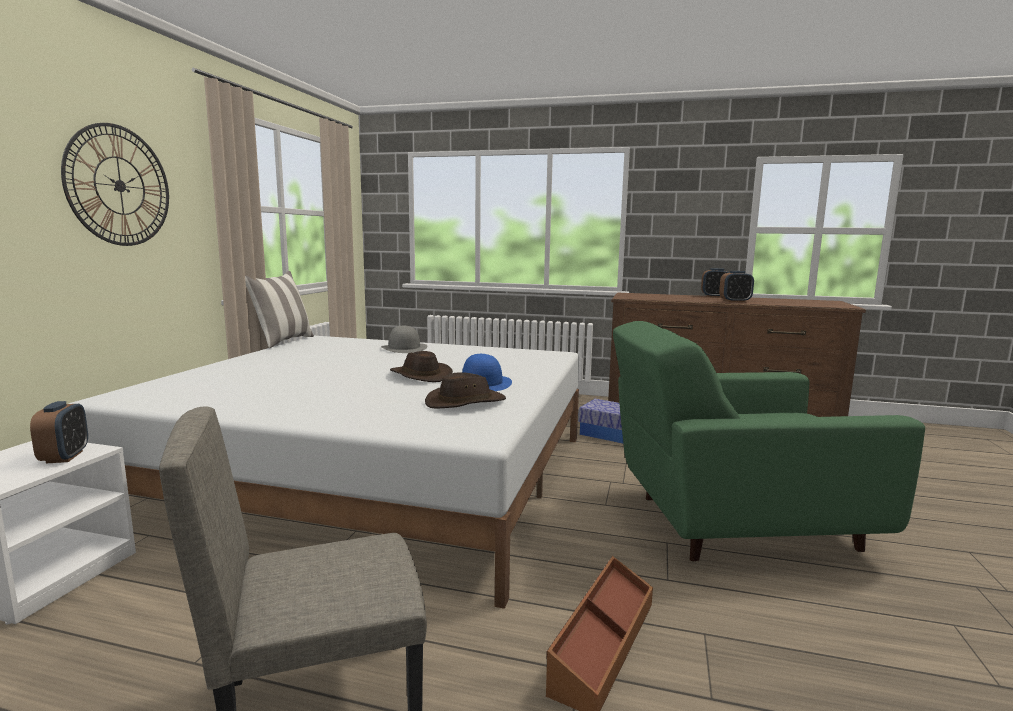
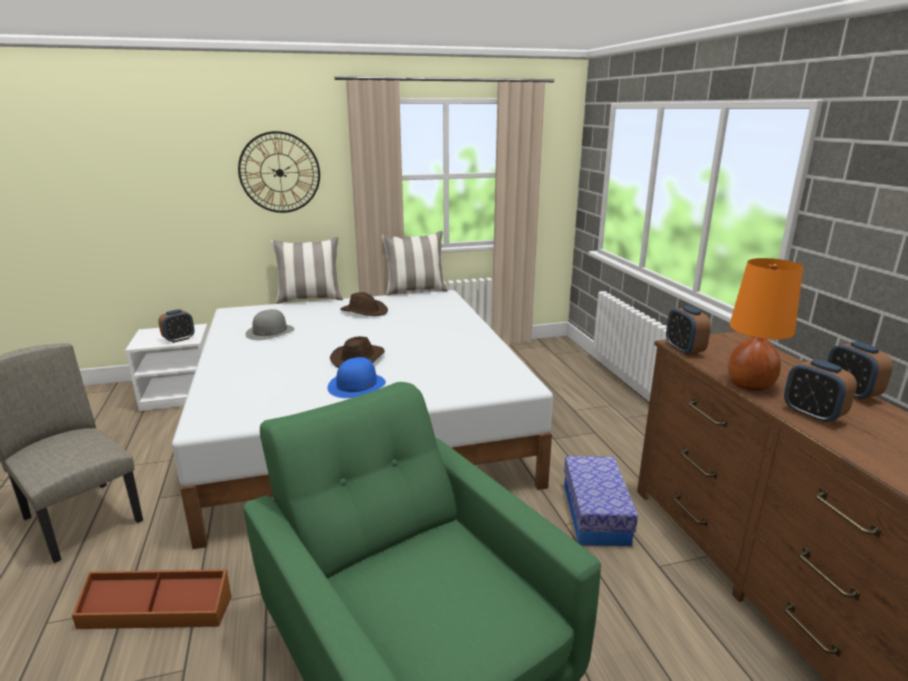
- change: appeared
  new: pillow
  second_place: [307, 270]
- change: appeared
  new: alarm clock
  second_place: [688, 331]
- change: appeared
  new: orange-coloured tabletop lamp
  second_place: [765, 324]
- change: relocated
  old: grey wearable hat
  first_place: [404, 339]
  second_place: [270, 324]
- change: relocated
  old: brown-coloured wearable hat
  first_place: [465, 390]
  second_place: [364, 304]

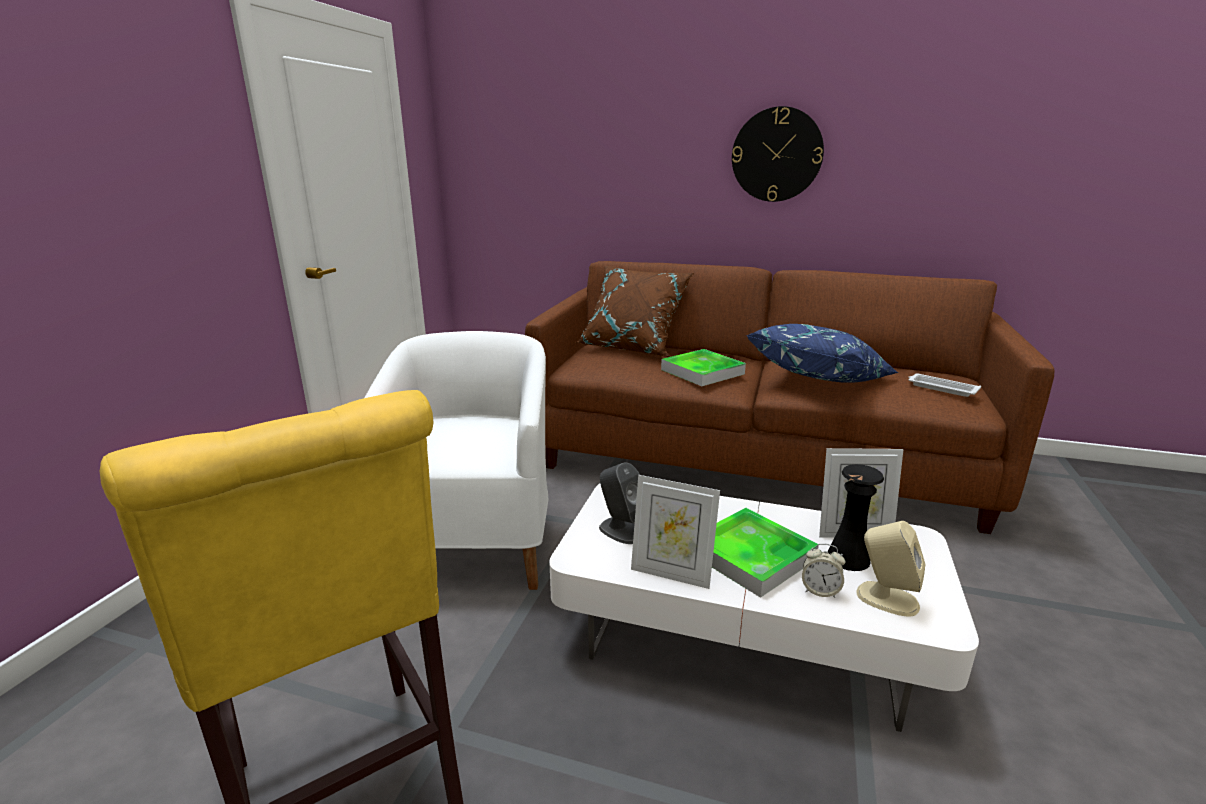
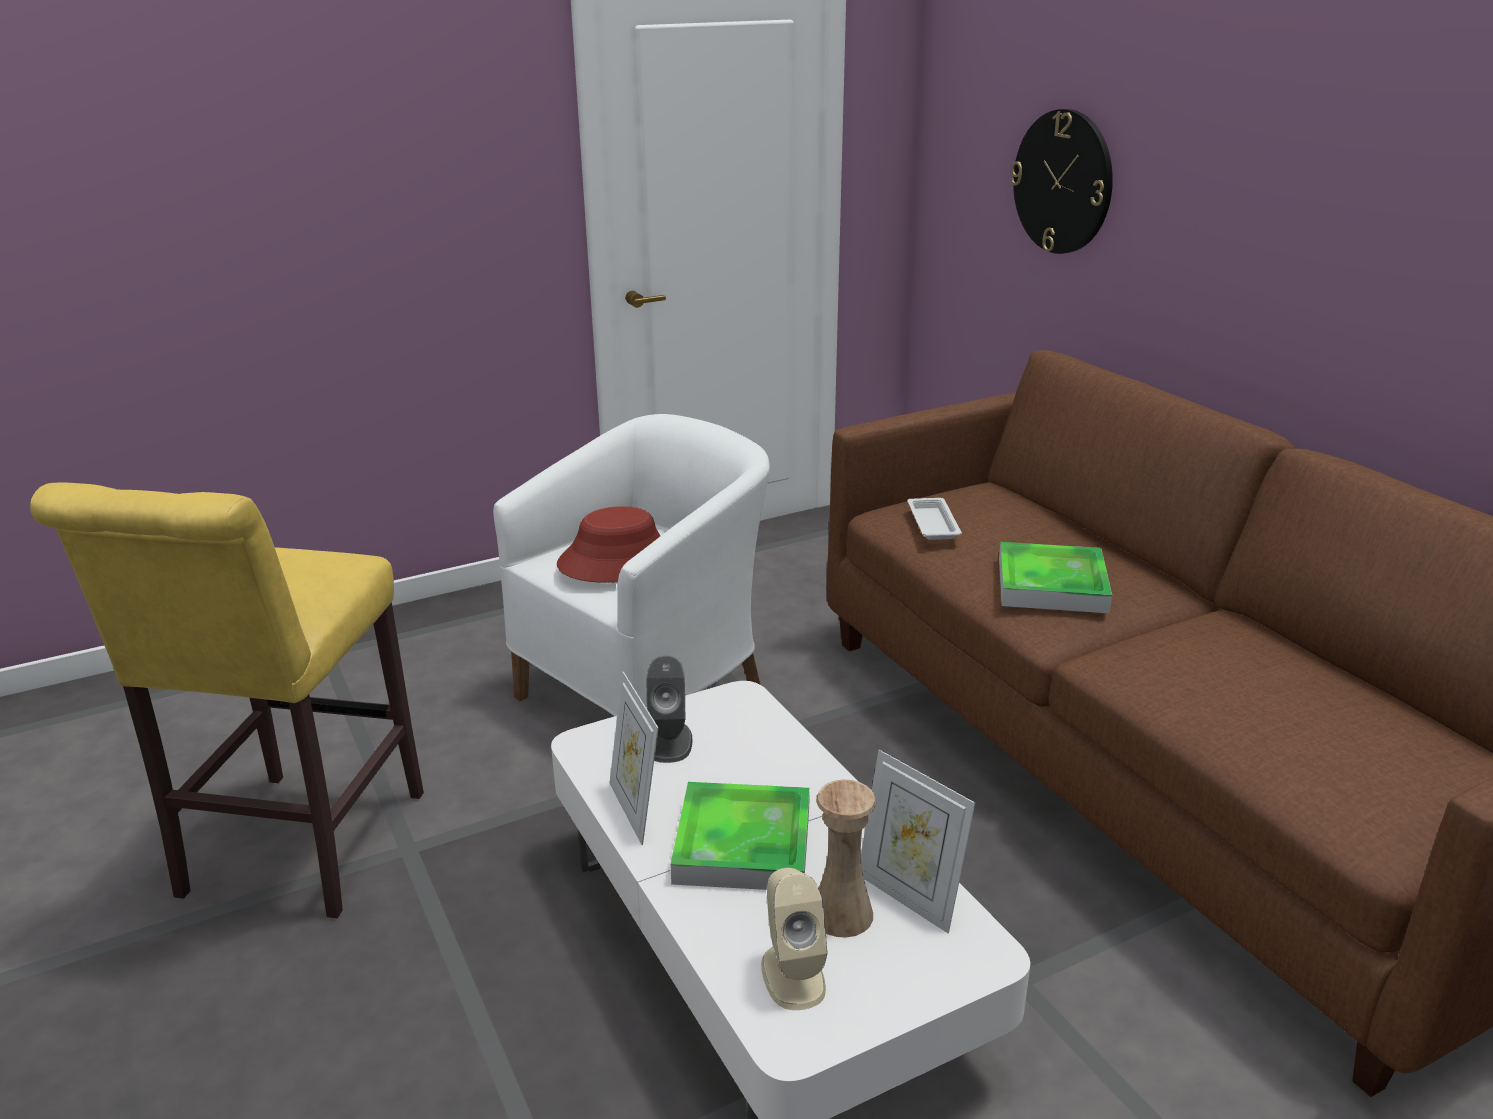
- change: missing
  old: brown-coloured pillow
  first_place: [634, 311]
- change: missing
  old: blue-coloured pillow
  first_place: [822, 353]
- change: missing
  old: alarm clock
  first_place: [824, 571]
- change: appeared
  new: red-coloured wearable hat
  second_place: [608, 544]
- change: relocated
  old: hanging clock
  first_place: [778, 154]
  second_place: [1061, 181]
- change: relocated
  old: white tray
  first_place: [944, 385]
  second_place: [934, 519]
- change: colour
  old: black-coloured flower vase
  new: beige flower vase
  first_place: [856, 517]
  second_place: [846, 859]

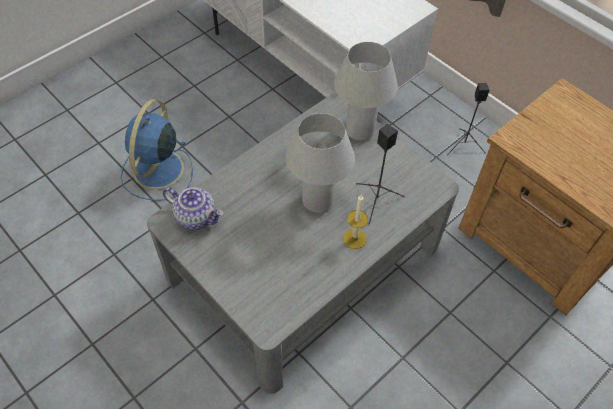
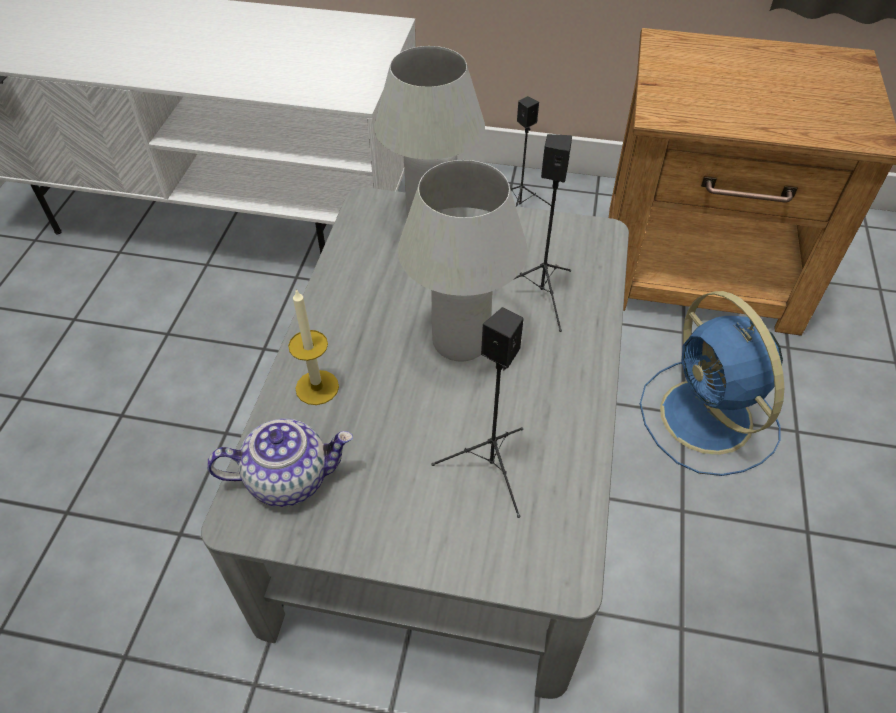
- change: appeared
  new: black-coloured audio speaker
  second_place: [477, 412]
- change: relocated
  old: blue-coloured fan
  first_place: [157, 150]
  second_place: [712, 383]
- change: relocated
  old: wax light
  first_place: [355, 222]
  second_place: [313, 347]

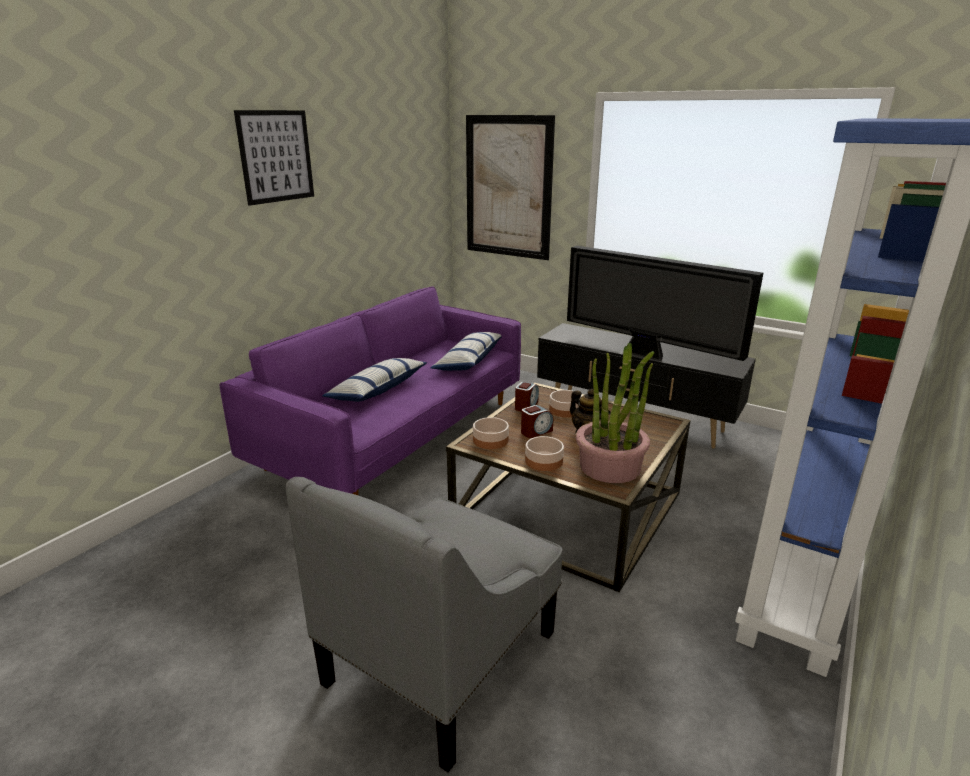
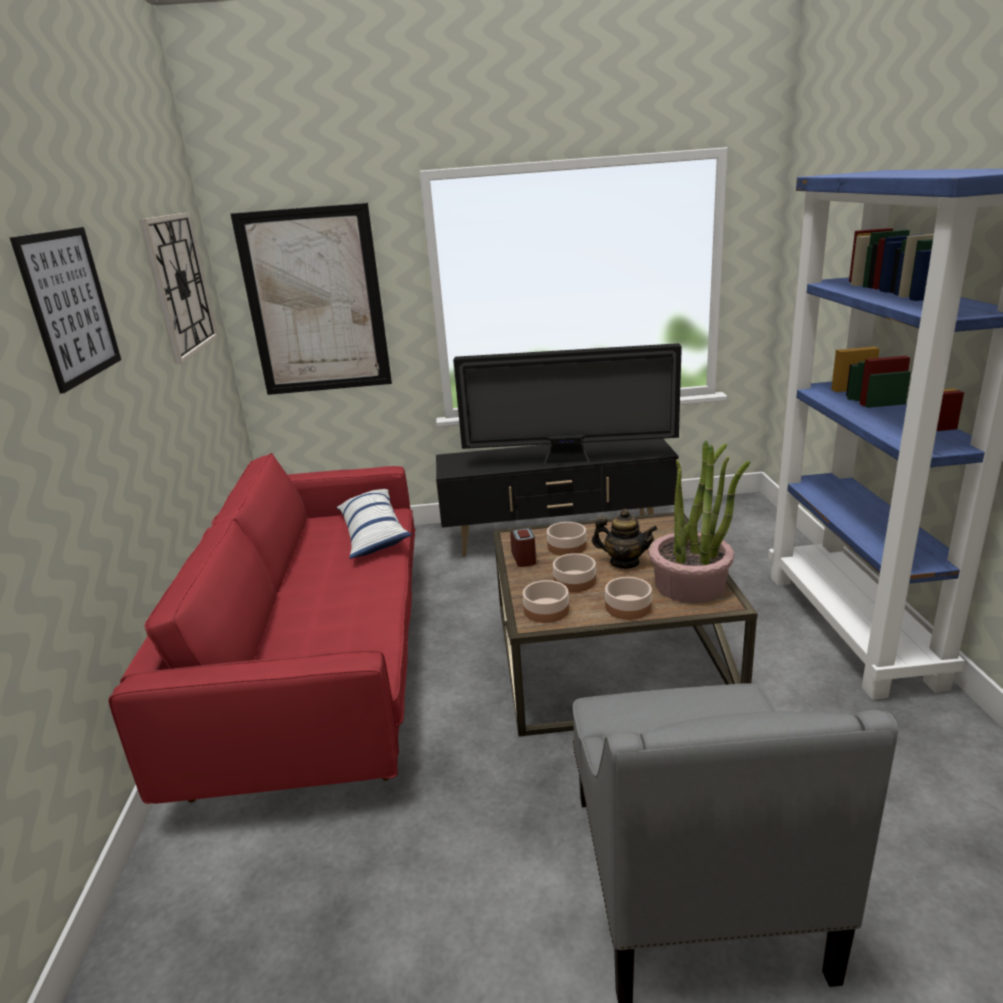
- change: missing
  old: pillow
  first_place: [374, 380]
- change: appeared
  new: hanging clock
  second_place: [178, 288]
- change: exchanged
  old: alarm clock
  new: deep dish
  first_place: [537, 421]
  second_place: [574, 572]
- change: colour
  old: purple couch
  new: red-coloured couch
  first_place: [370, 391]
  second_place: [262, 628]

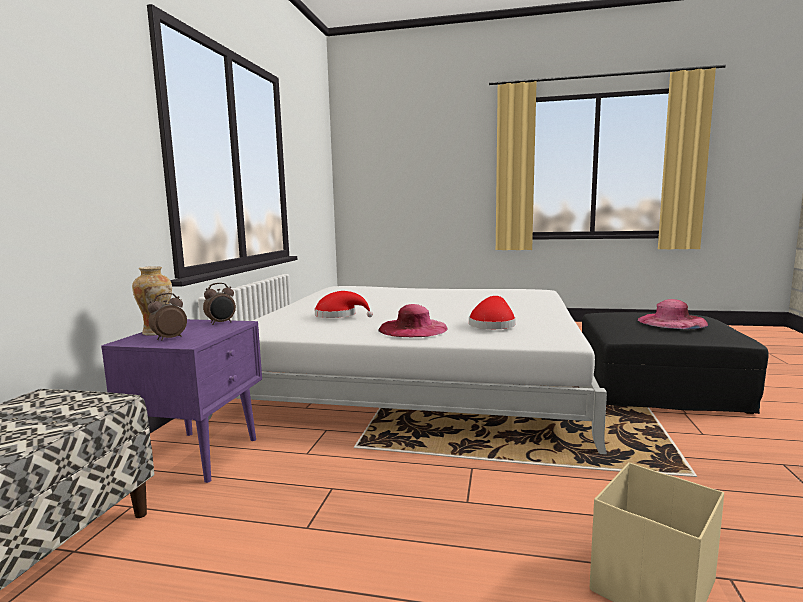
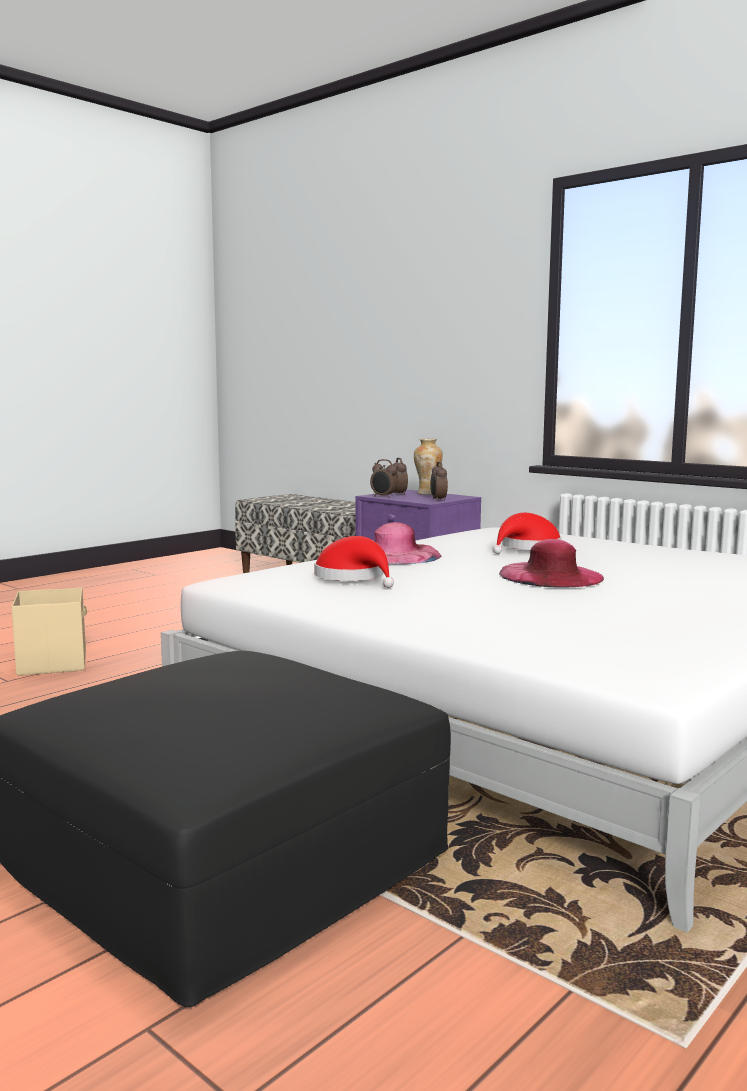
- change: appeared
  new: alarm clock
  second_place: [384, 478]
- change: relocated
  old: pink-coloured wearable hat
  first_place: [673, 314]
  second_place: [551, 563]

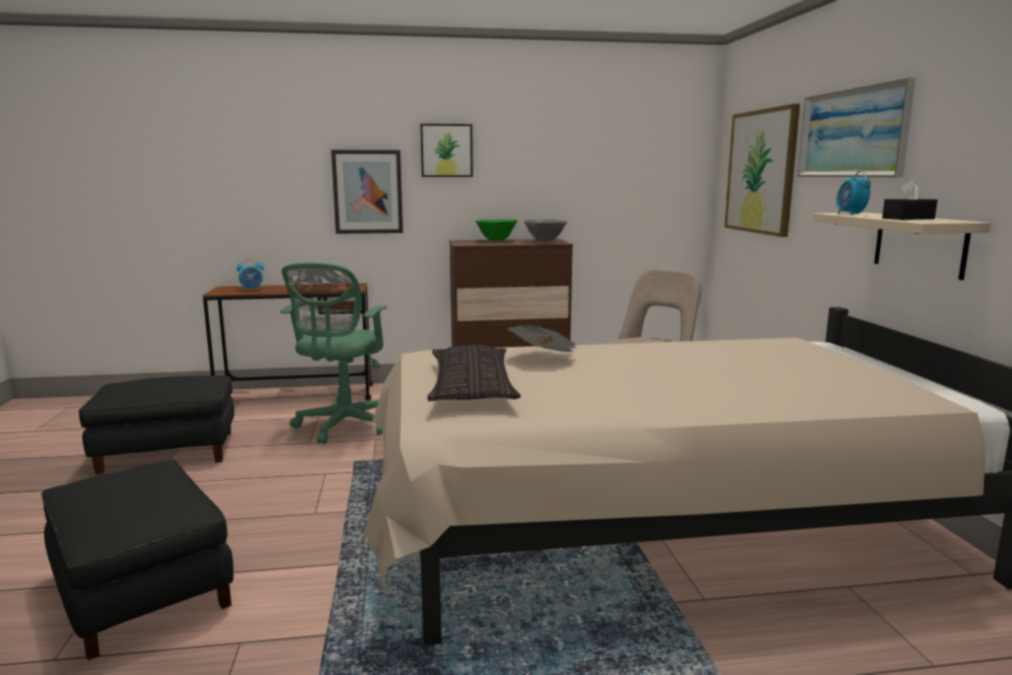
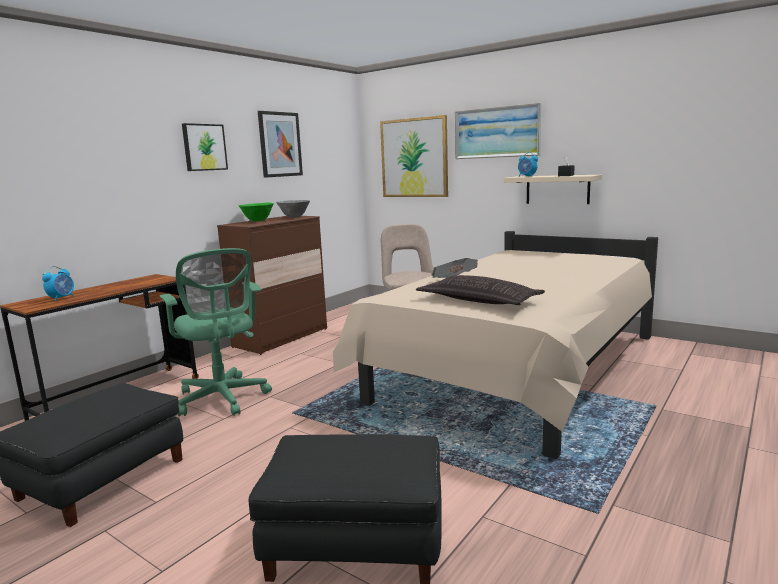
- change: relocated
  old: wall art
  first_place: [367, 192]
  second_place: [280, 144]

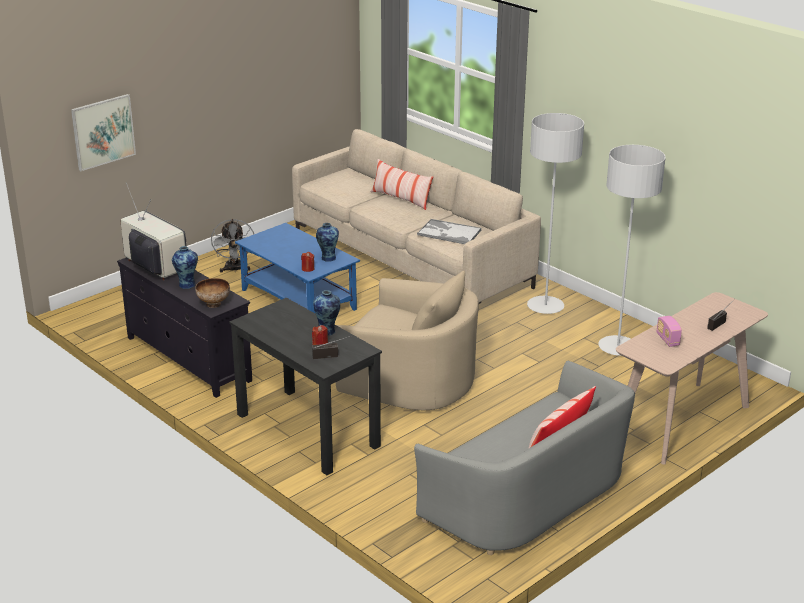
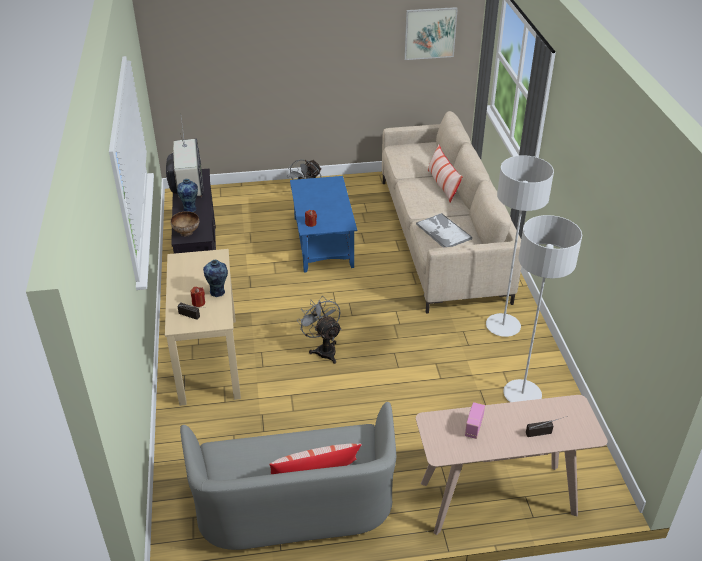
- change: missing
  old: flower vase
  first_place: [327, 242]
- change: relocated
  old: wall art
  first_place: [103, 132]
  second_place: [431, 33]
- change: exchanged
  old: beige easy chair
  new: grey fan
  first_place: [407, 340]
  second_place: [319, 330]
- change: colour
  old: black-coloured desk unit
  new: beige desk unit
  first_place: [305, 386]
  second_place: [203, 327]

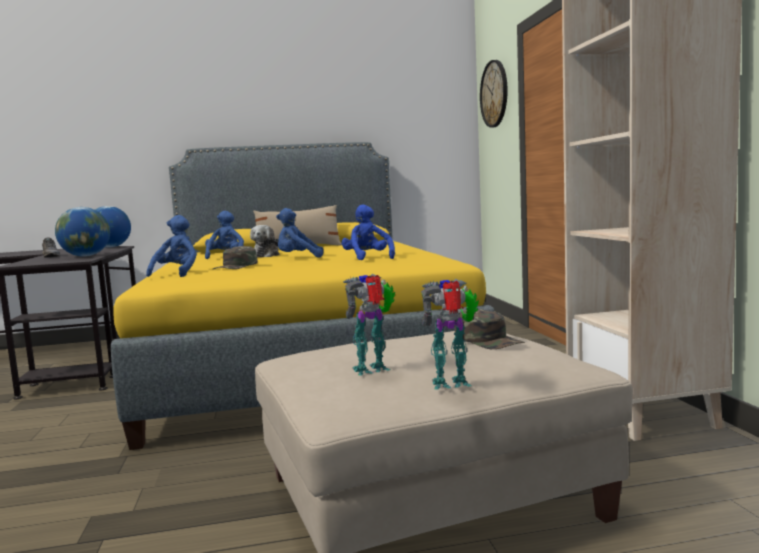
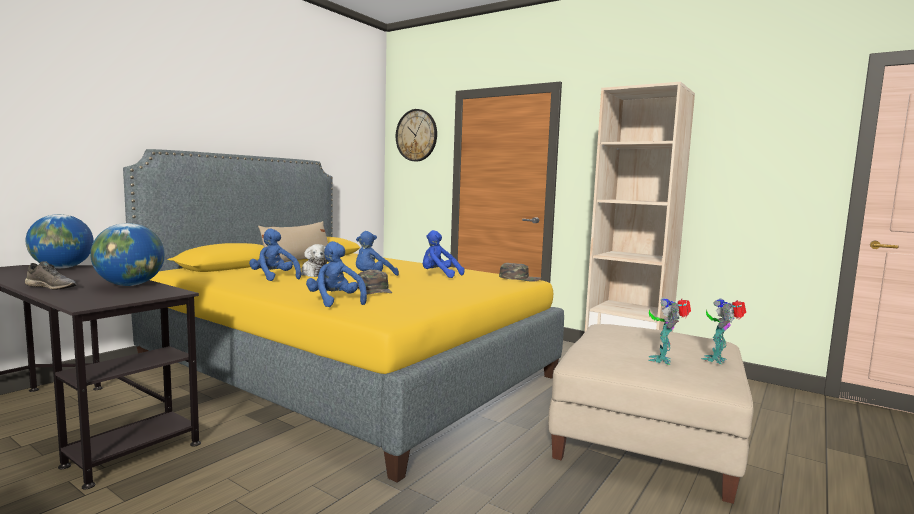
- change: relocated
  old: greenish peaked cap
  first_place: [490, 328]
  second_place: [520, 272]

